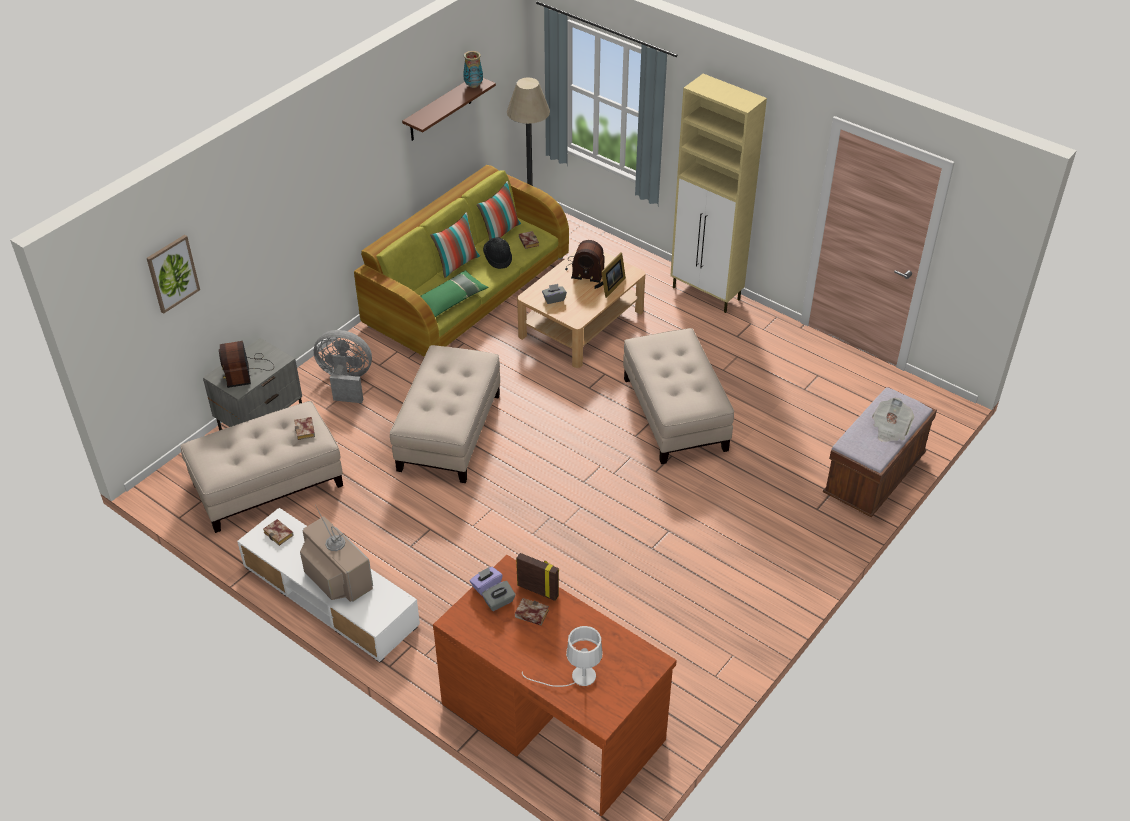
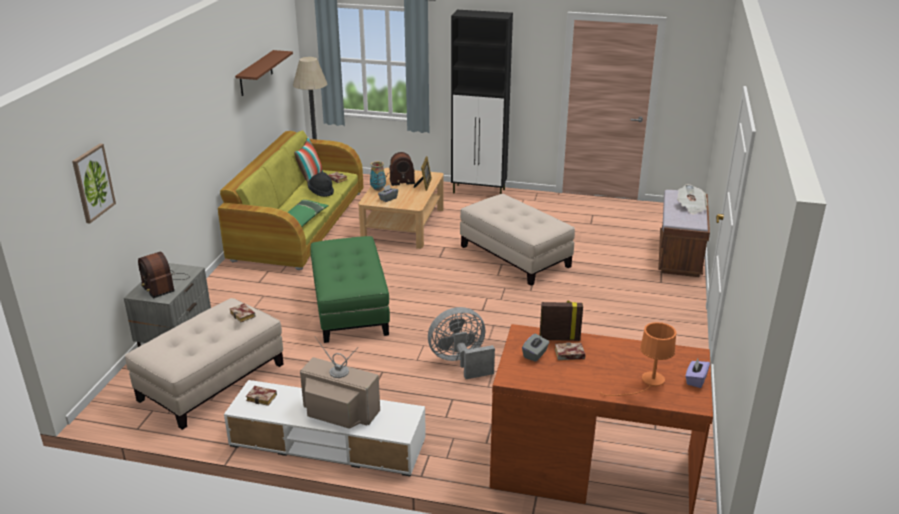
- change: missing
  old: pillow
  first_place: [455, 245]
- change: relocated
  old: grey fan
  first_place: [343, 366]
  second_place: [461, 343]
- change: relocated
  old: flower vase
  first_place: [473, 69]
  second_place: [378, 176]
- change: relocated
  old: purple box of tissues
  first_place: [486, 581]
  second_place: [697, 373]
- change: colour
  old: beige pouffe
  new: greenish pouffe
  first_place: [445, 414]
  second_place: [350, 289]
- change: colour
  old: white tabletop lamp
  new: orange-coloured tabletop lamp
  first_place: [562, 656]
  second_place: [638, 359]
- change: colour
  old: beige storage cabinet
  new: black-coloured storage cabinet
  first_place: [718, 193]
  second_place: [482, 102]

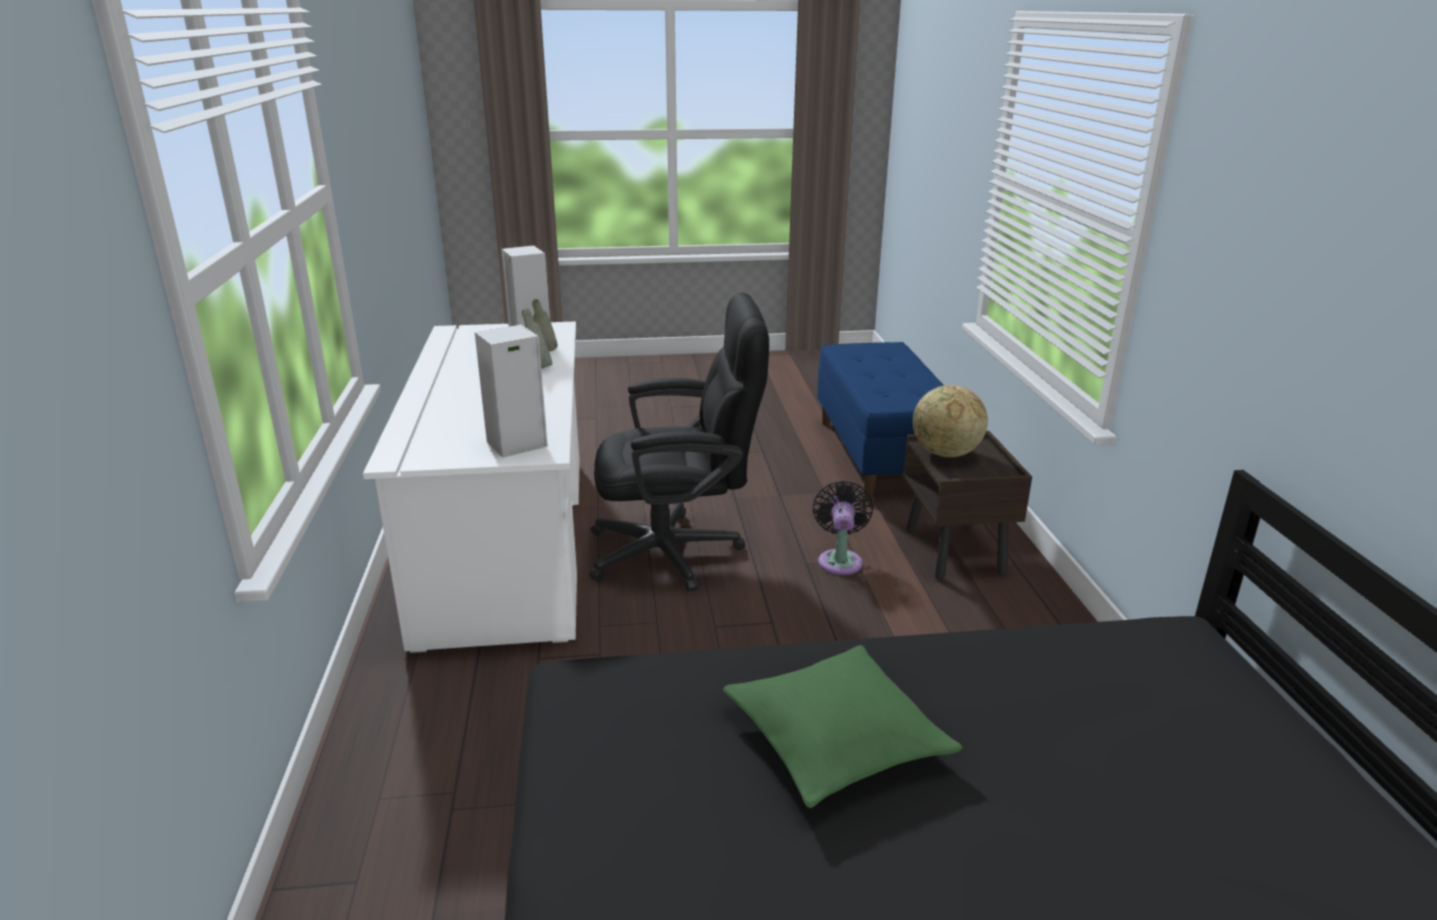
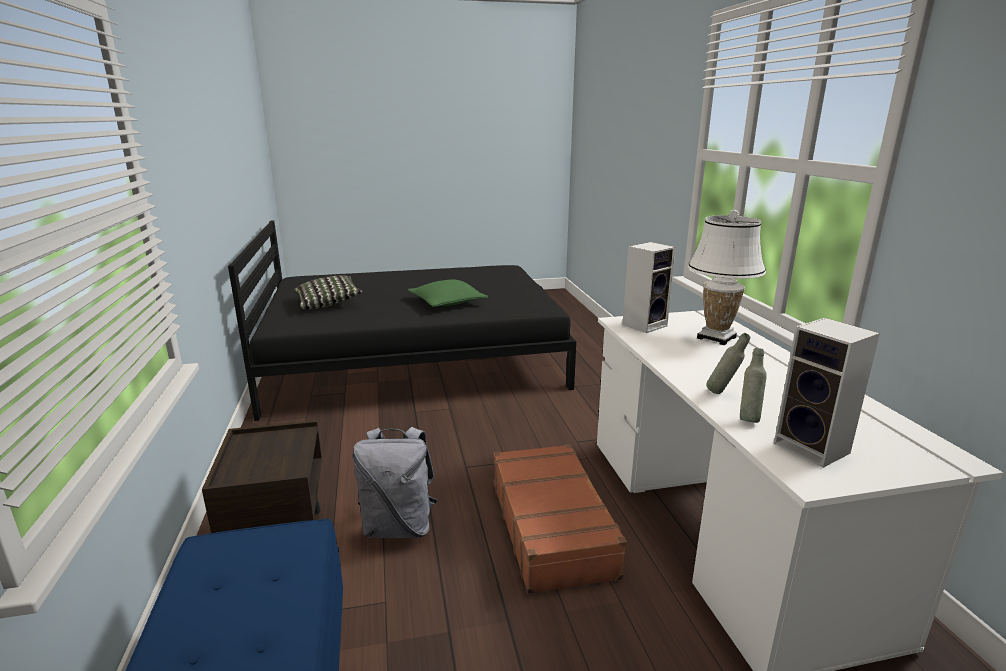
- change: missing
  old: globe
  first_place: [950, 421]
- change: appeared
  new: pillow
  second_place: [328, 292]
- change: appeared
  new: white tabletop lamp
  second_place: [727, 277]
- change: exchanged
  old: black-coloured computer chair
  new: brown-coloured piece of luggage
  first_place: [679, 442]
  second_place: [560, 519]
- change: exchanged
  old: black-coloured fan
  new: grey backpack
  first_place: [843, 528]
  second_place: [394, 482]

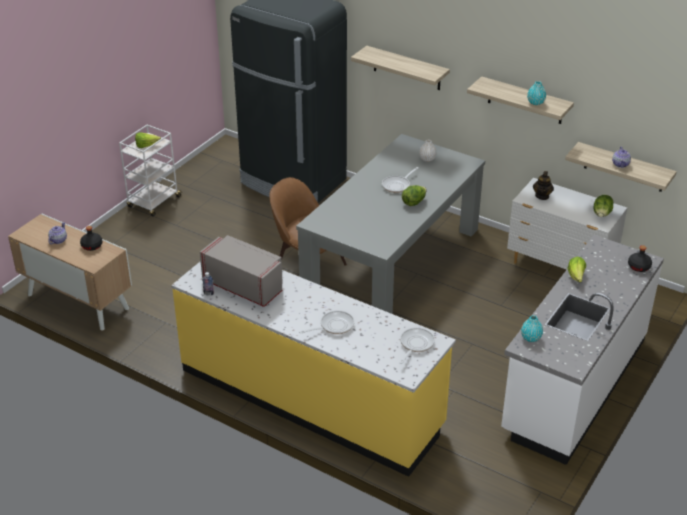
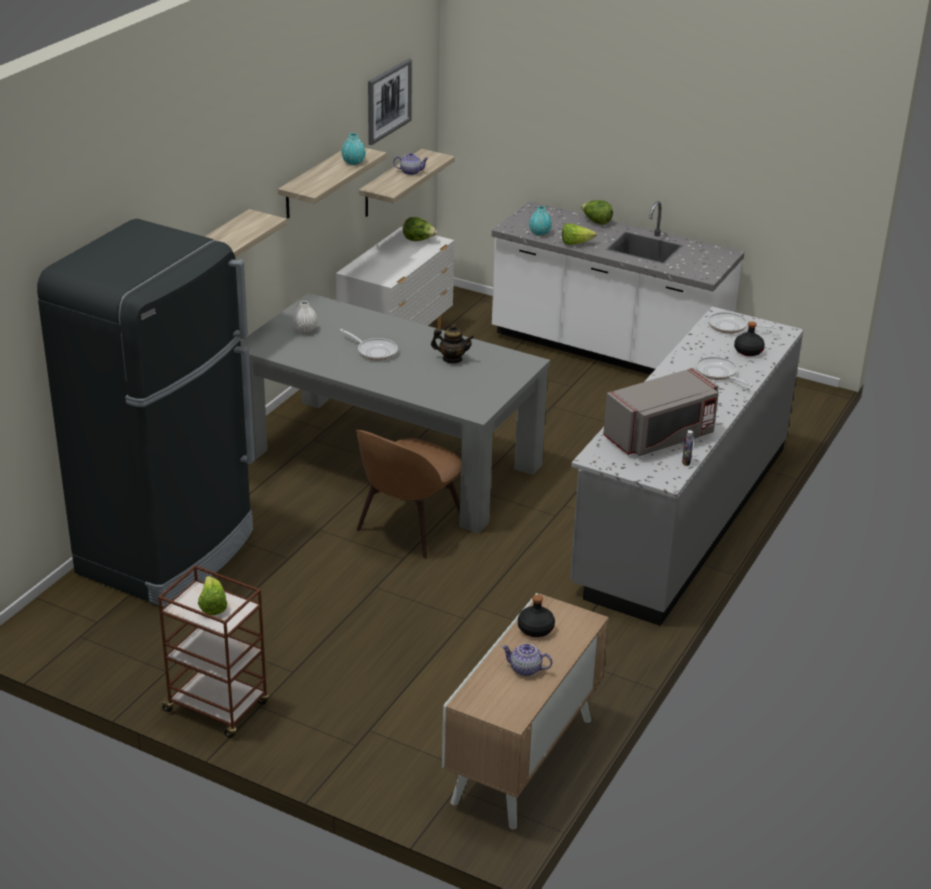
- change: appeared
  new: wall art
  second_place: [390, 101]
- change: relocated
  old: lettuce head
  first_place: [414, 195]
  second_place: [597, 212]
- change: relocated
  old: turquoise-coloured flower vase
  first_place: [532, 328]
  second_place: [540, 221]
- change: relocated
  old: pot for tea
  first_place: [543, 185]
  second_place: [452, 343]
- change: relocated
  old: black-coloured beverage bottle
  first_place: [640, 258]
  second_place: [749, 338]
- change: colour
  old: white cart
  new: brown-coloured cart
  first_place: [150, 170]
  second_place: [213, 651]
- change: colour
  old: yellow kitchen counter
  new: grey kitchen counter
  first_place: [313, 369]
  second_place: [687, 466]
- change: spun
  old: grey microwave
  first_place: [241, 271]
  second_place: [661, 412]
  degrees: -150

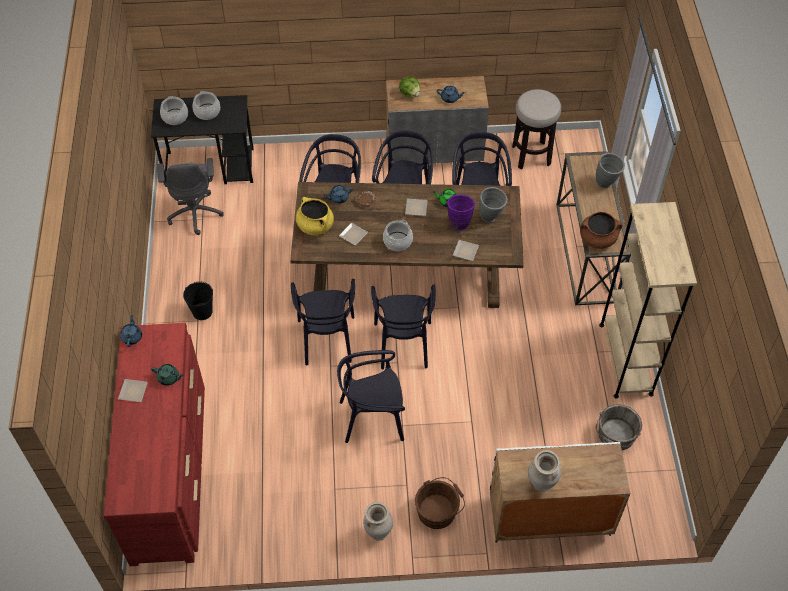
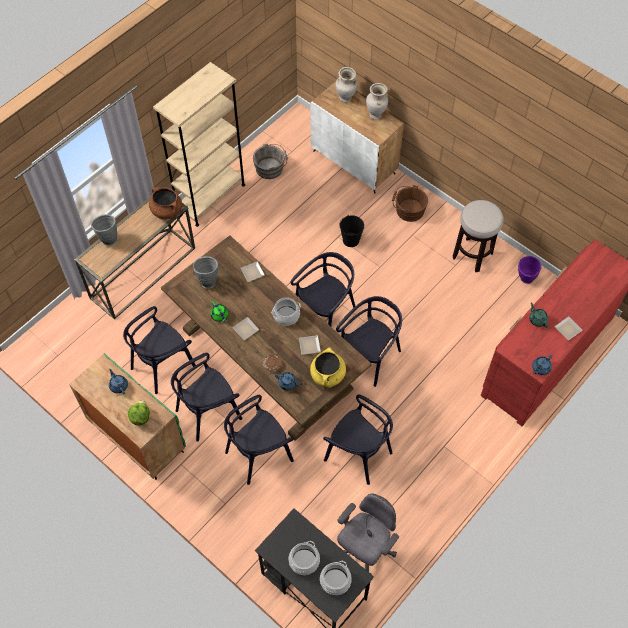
- change: relocated
  old: black-coloured bucket
  first_place: [198, 300]
  second_place: [351, 231]
- change: relocated
  old: black-coloured upright chair
  first_place: [371, 396]
  second_place: [358, 439]
- change: relocated
  old: beige flower vase
  first_place: [378, 521]
  second_place: [346, 85]
- change: relocated
  old: purple flower vase
  first_place: [461, 212]
  second_place: [529, 270]
- change: relocated
  old: stool
  first_place: [536, 129]
  second_place: [478, 236]
- change: colour
  old: grey storage cabinet
  new: greenish storage cabinet
  first_place: [437, 120]
  second_place: [127, 416]

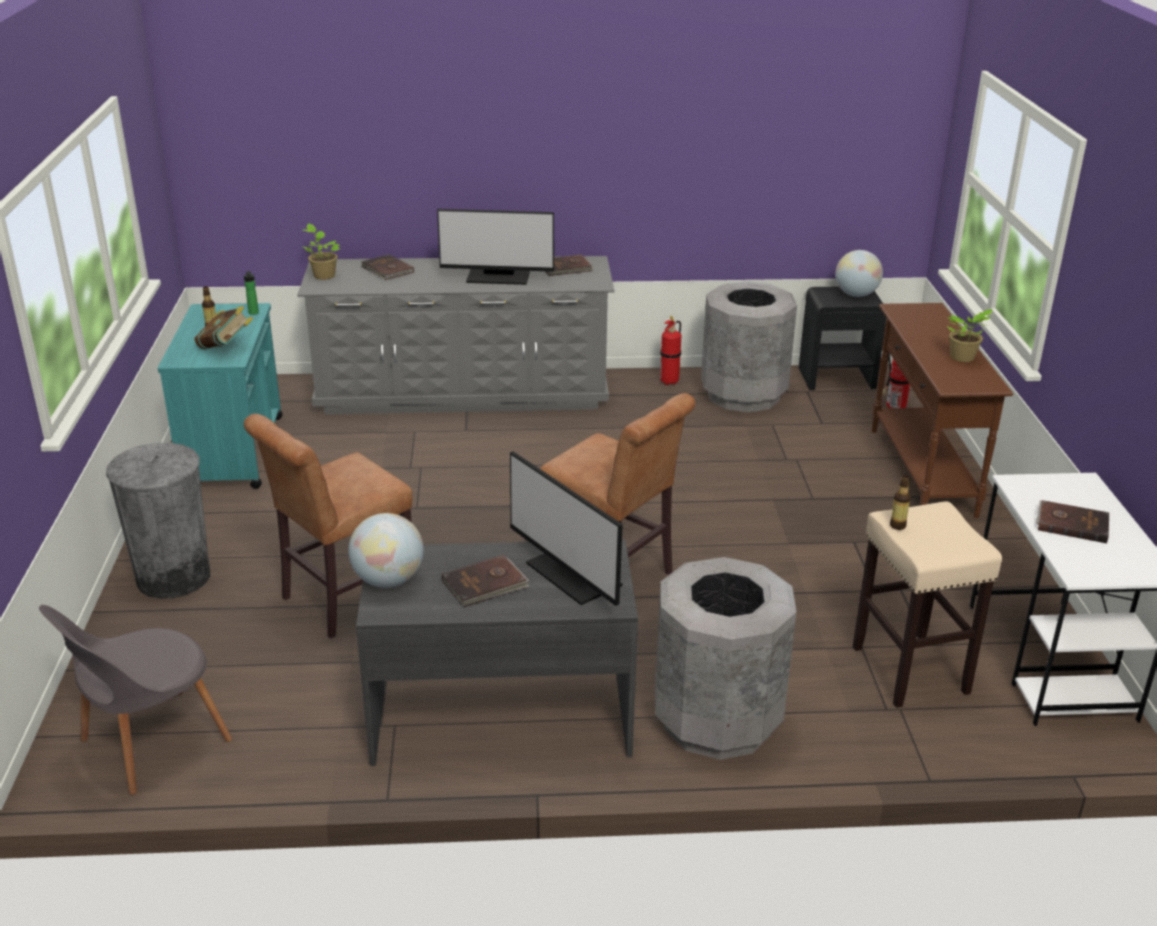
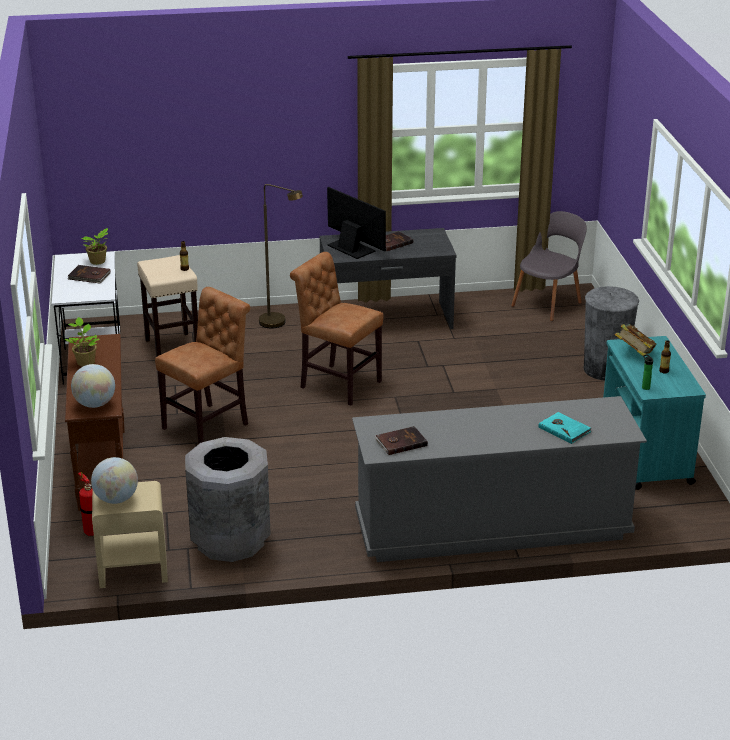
- change: missing
  old: computer display
  first_place: [495, 247]
- change: missing
  old: fire-fighting cylinder
  first_place: [670, 350]
- change: relocated
  old: brown-coloured upright chair
  first_place: [328, 526]
  second_place: [202, 365]
- change: relocated
  old: potted plant
  first_place: [321, 251]
  second_place: [95, 246]
- change: relocated
  old: globe
  first_place: [386, 550]
  second_place: [93, 386]
- change: exchanged
  old: grey rubbish bin
  new: brown-coloured standard lamp
  first_place: [726, 658]
  second_place: [281, 256]
- change: colour
  old: brown-coloured bound book
  new: turquoise-coloured bound book
  first_place: [387, 267]
  second_place: [565, 428]
- change: colour
  old: black-coloured bedside table
  new: beige bedside table
  first_place: [842, 338]
  second_place: [130, 534]

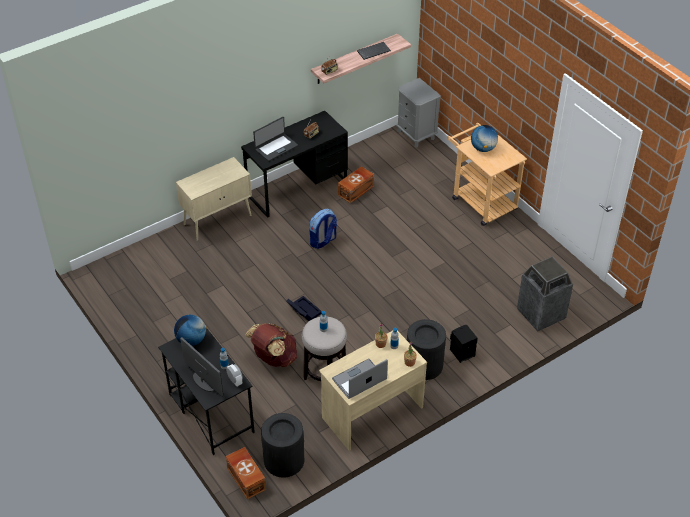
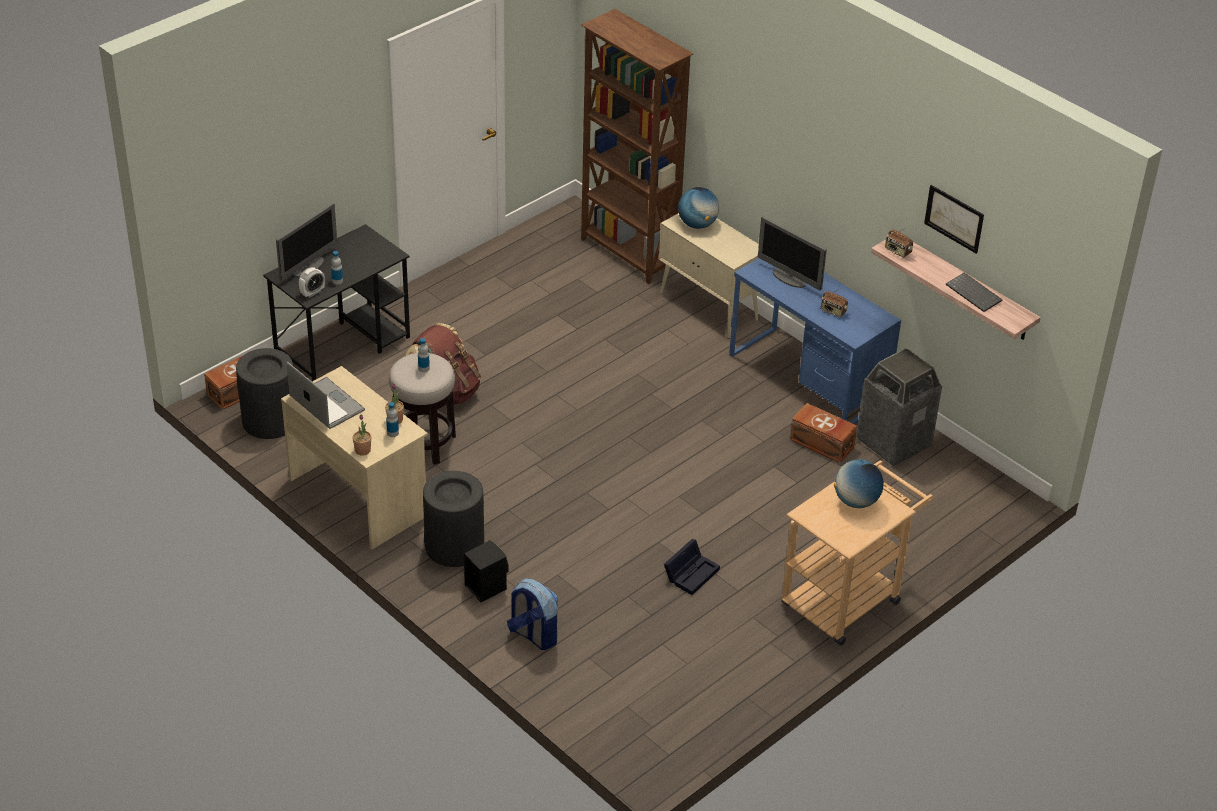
- change: missing
  old: grey bedside table
  first_place: [418, 113]
- change: appeared
  new: brown-coloured shelving unit
  second_place: [637, 146]
- change: appeared
  new: wall art
  second_place: [954, 219]
- change: relocated
  old: globe
  first_place: [190, 330]
  second_place: [698, 208]
- change: relocated
  old: black-coloured storage box
  first_place: [304, 308]
  second_place: [692, 567]
- change: relocated
  old: backpack
  first_place: [323, 228]
  second_place: [532, 614]
- change: relocated
  old: rubbish bin
  first_place: [545, 294]
  second_place: [899, 407]
- change: exchanged
  old: notebook computer
  new: computer display
  first_place: [275, 139]
  second_place: [792, 253]
- change: colour
  old: black-coloured desk unit
  new: blue-coloured desk unit
  first_place: [294, 164]
  second_place: [815, 341]

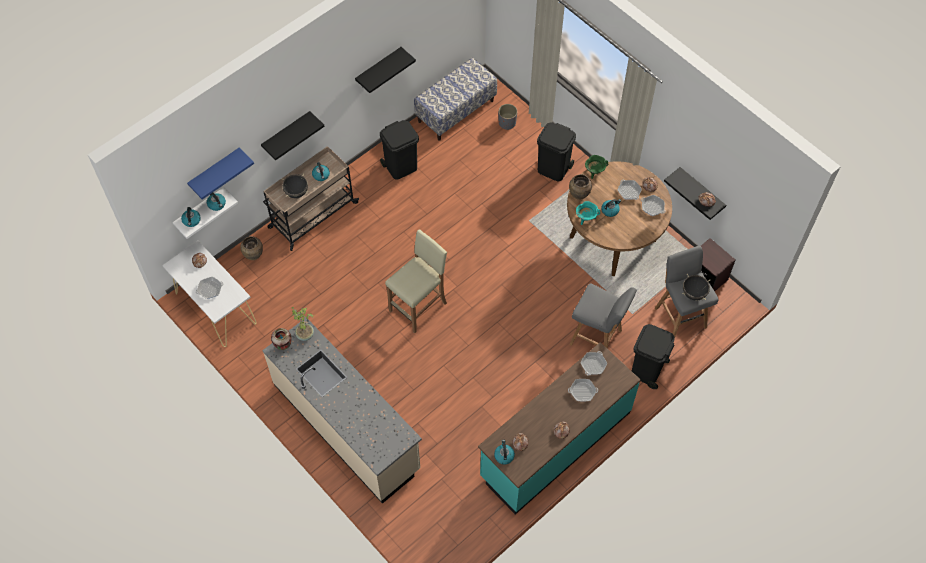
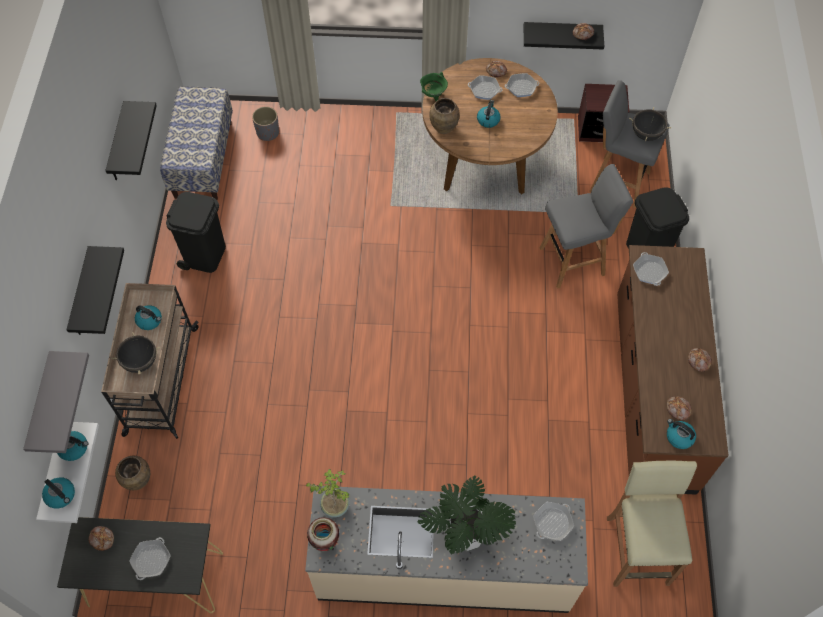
- change: missing
  old: black-coloured rubbish bin
  first_place: [556, 151]
- change: missing
  old: turquoise-coloured stockpot
  first_place: [588, 213]
- change: appeared
  new: potted plant
  second_place: [466, 515]
- change: relocated
  old: beige stool
  first_place: [416, 281]
  second_place: [652, 524]
- change: relocated
  old: pan
  first_place: [583, 390]
  second_place: [553, 521]
- change: colour
  old: white narrow table
  new: black-coloured narrow table
  first_place: [209, 294]
  second_place: [140, 565]
- change: colour
  old: blue-coloured wall shelf
  new: grey wall shelf
  first_place: [220, 174]
  second_place: [56, 402]
- change: colour
  old: turquoise-coloured kitchen counter
  new: brown-coloured kitchen counter
  first_place: [559, 428]
  second_place: [673, 370]

